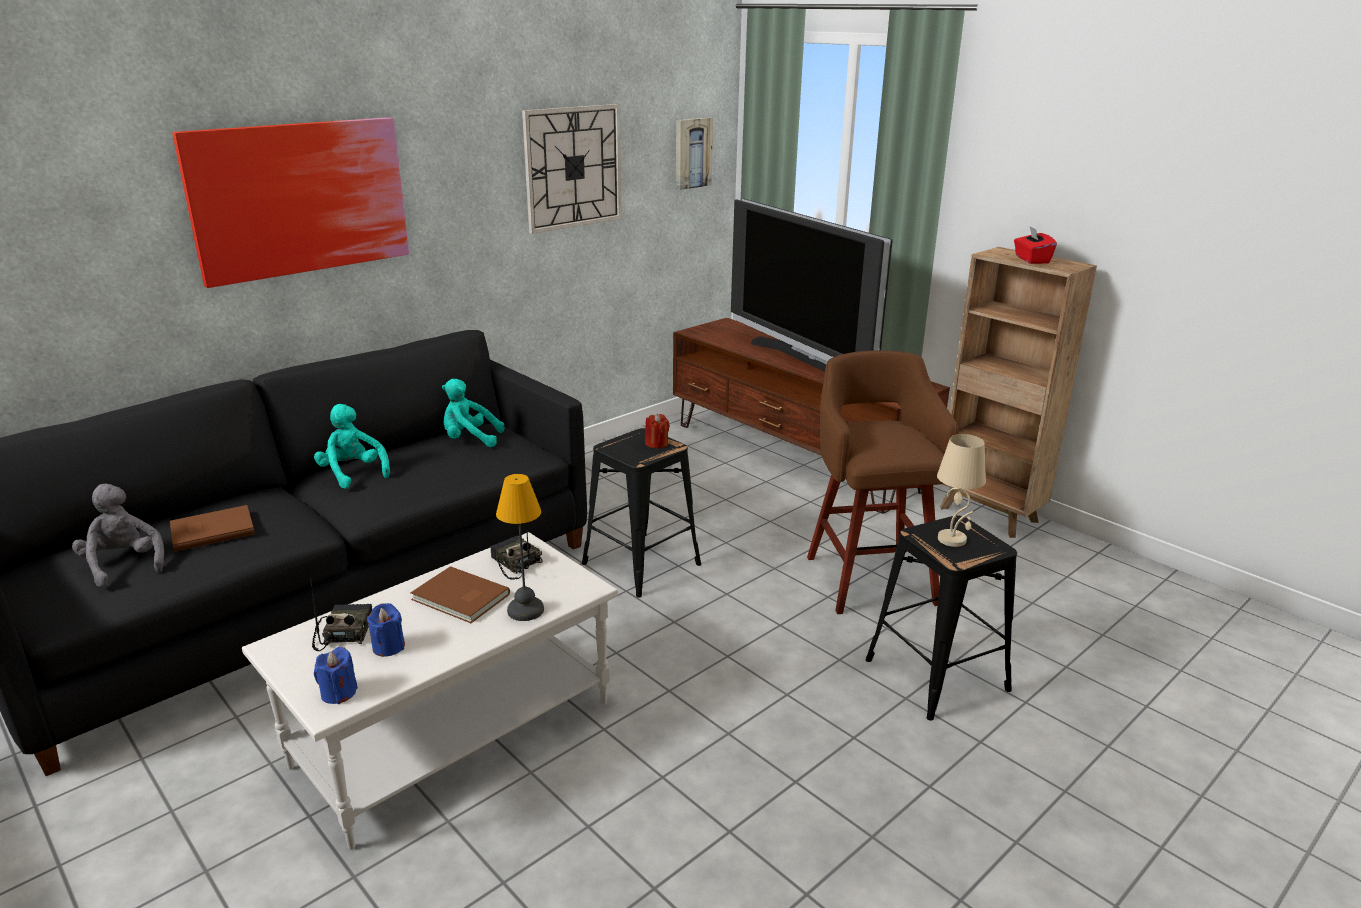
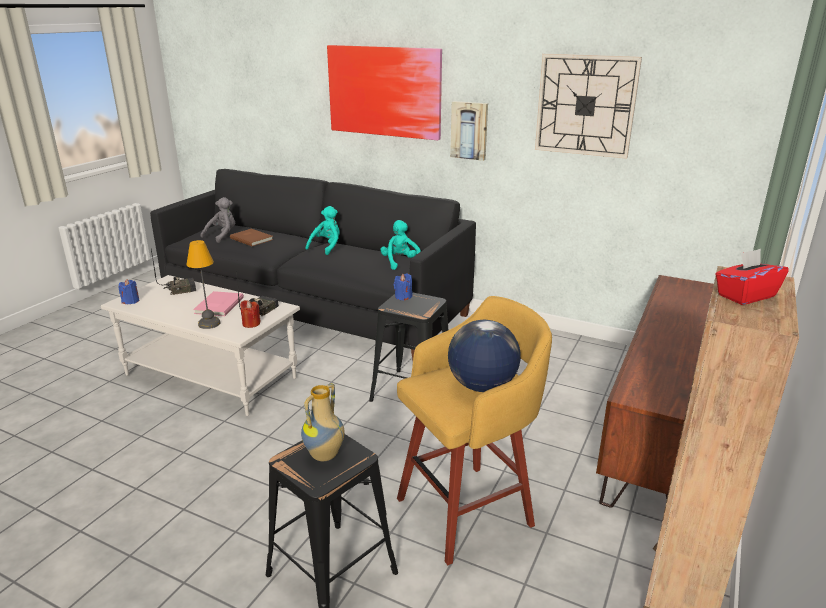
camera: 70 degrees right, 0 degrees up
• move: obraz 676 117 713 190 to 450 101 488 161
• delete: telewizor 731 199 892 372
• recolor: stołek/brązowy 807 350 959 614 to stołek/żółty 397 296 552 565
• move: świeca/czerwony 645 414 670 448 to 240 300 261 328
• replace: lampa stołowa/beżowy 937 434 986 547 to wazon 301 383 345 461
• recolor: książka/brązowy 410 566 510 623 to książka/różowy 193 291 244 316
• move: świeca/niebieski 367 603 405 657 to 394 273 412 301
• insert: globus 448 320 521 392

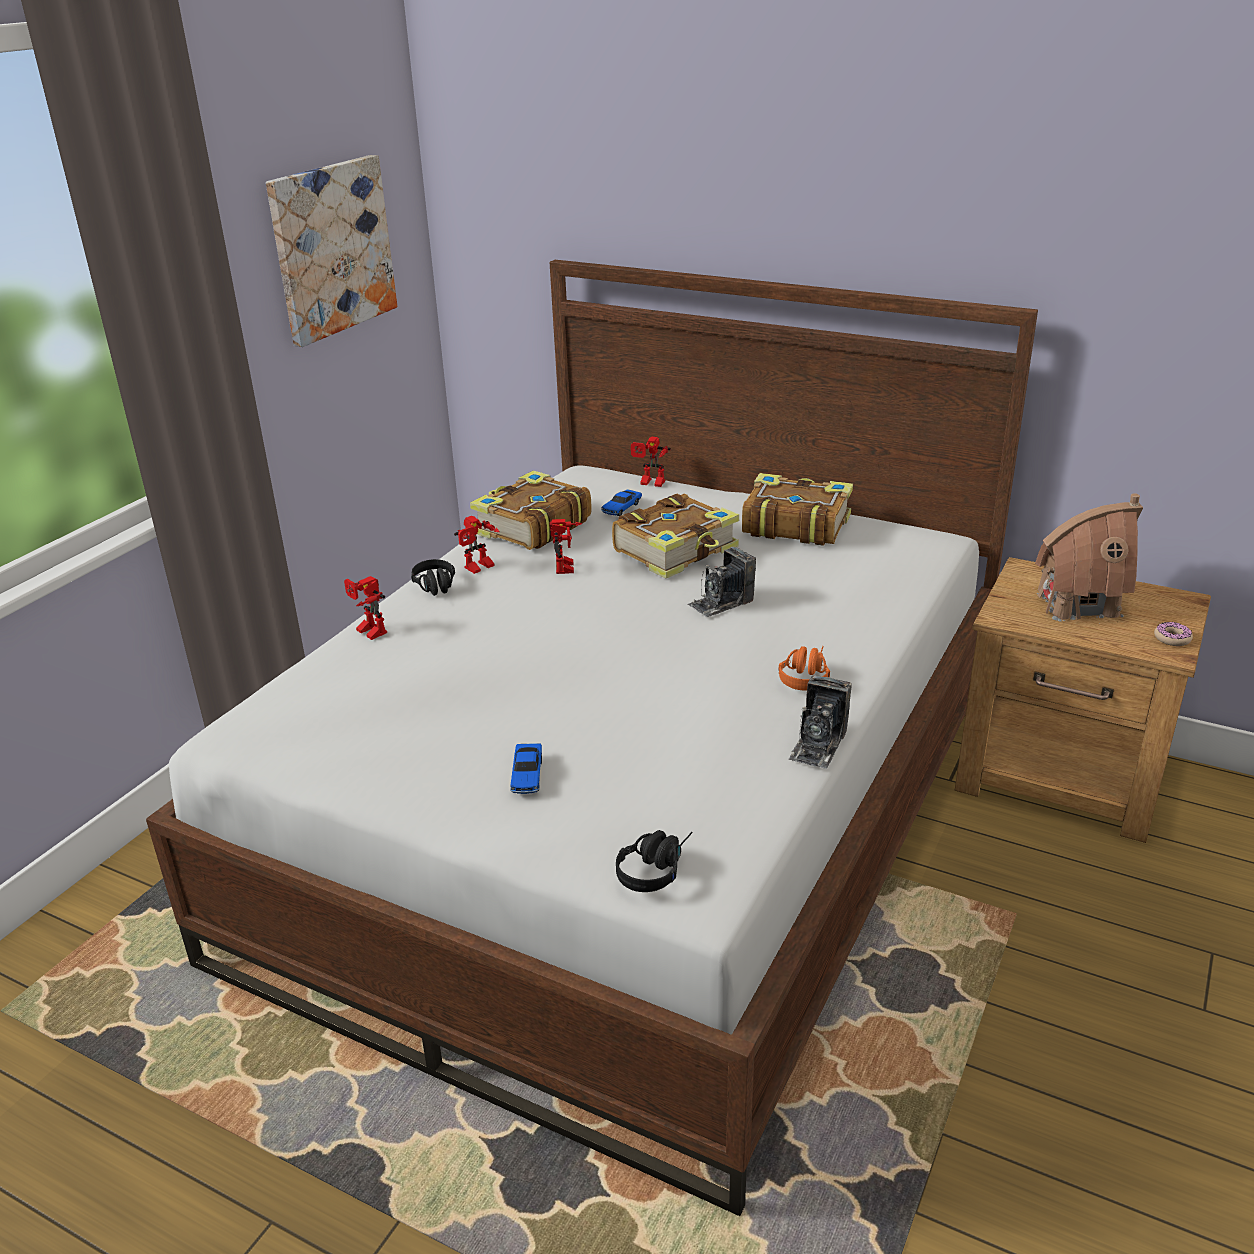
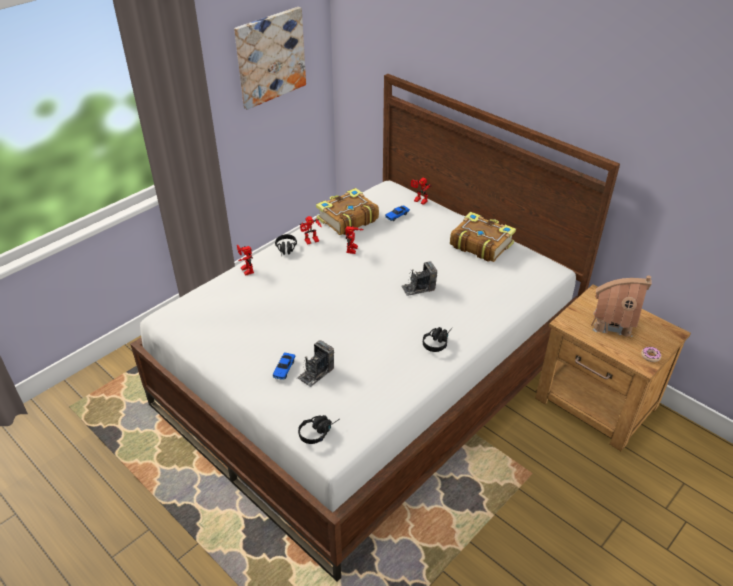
camera: 15 degrees right, 10 degrees up
• delete: książka 612 493 739 578
• recolor: słuchawki/pomarańczowy 779 646 830 690 to słuchawki/czarny 423 327 452 352
• move: aparat fotograficzny 788 675 852 769 to 297 340 334 387

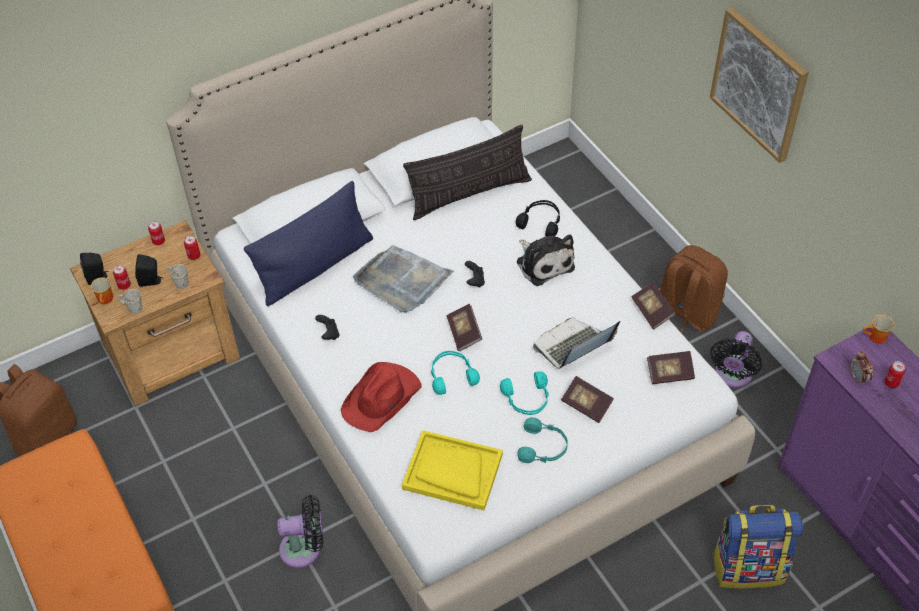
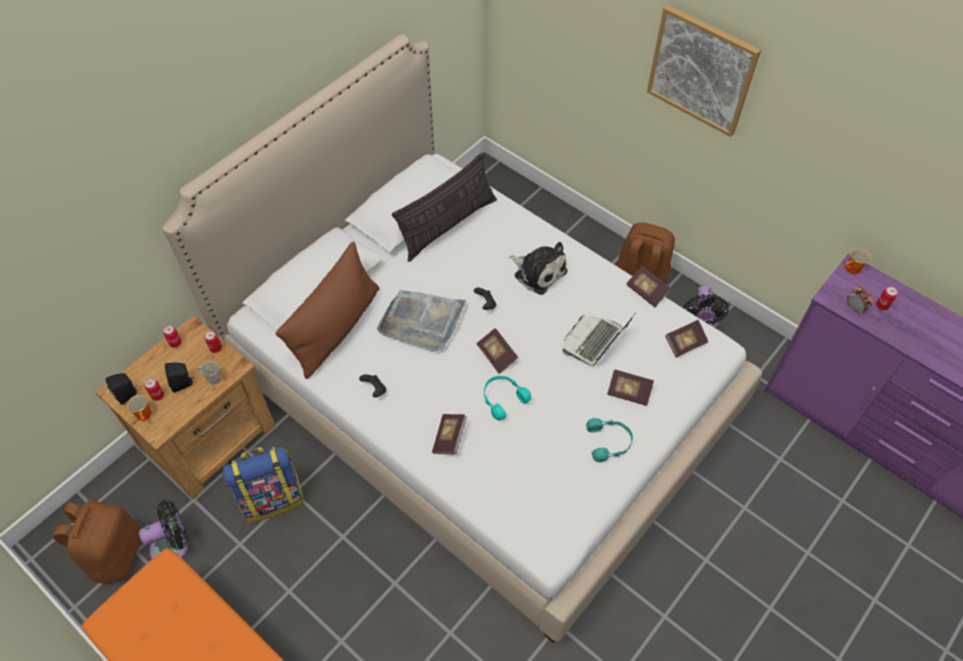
camera: 20 degrees left, 5 degrees up
• recolor: poduszka/niebieski 244 181 373 306 to poduszka/brązowy 276 241 380 379
• delete: słuchawki/czarny 516 200 560 236
• delete: kubek/biały 117 289 142 314
• replace: kapelusz/czerwony 341 362 422 432 to książka 432 414 467 454
• delete: słuchawki/turkusowy 500 371 549 415
• delete: taca/żółty 402 430 503 510
• move: wentylator/czarny 277 495 323 568 to 139 500 188 559
• move: plecak 712 505 803 589 to 223 447 304 523

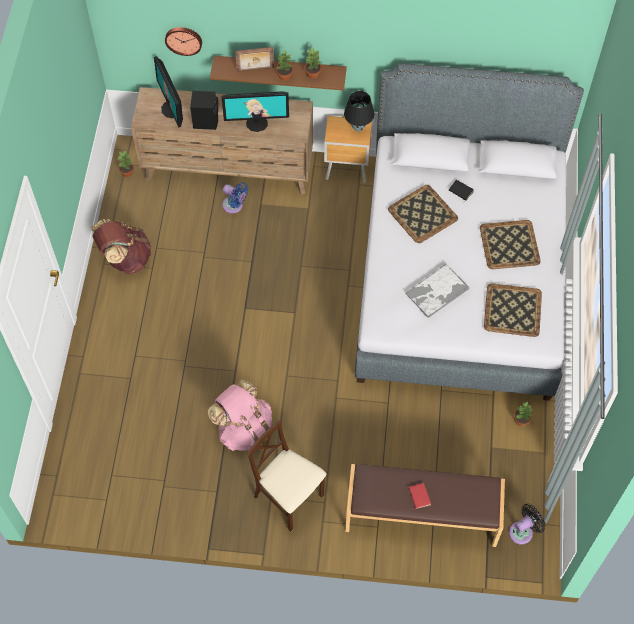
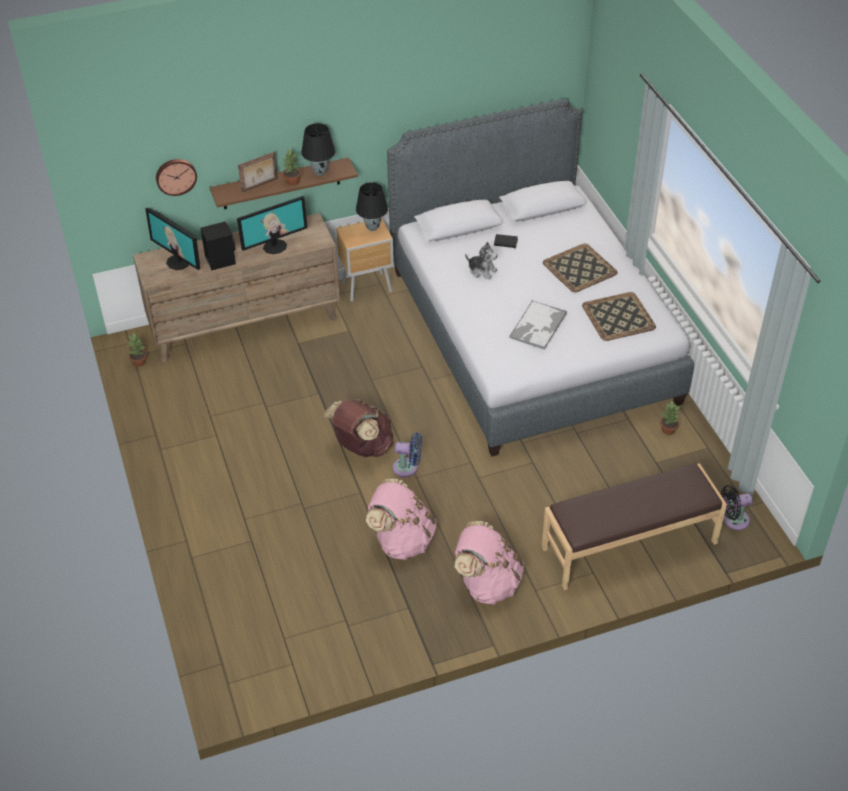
camera: 25 degrees left, 15 degrees down
• replace: roślina doniczkowa 304 48 322 79 to lampa stołowa/czarny 301 123 335 176
• move: wentylator/niebieski 222 182 248 214 to 393 432 422 477
• replace: taca 388 185 458 243 to pluszak 465 242 497 279
• move: plecak/brązowy 91 219 151 274 to 324 399 394 457
• replace: krzesło/beżowy 247 419 327 532 to plecak/różowy 455 521 524 605
• delete: książka/czerwony 409 483 431 509
• rotate: wentylator/czarny 509 504 545 545 = 721 485 753 530 135 degrees counterclockwise

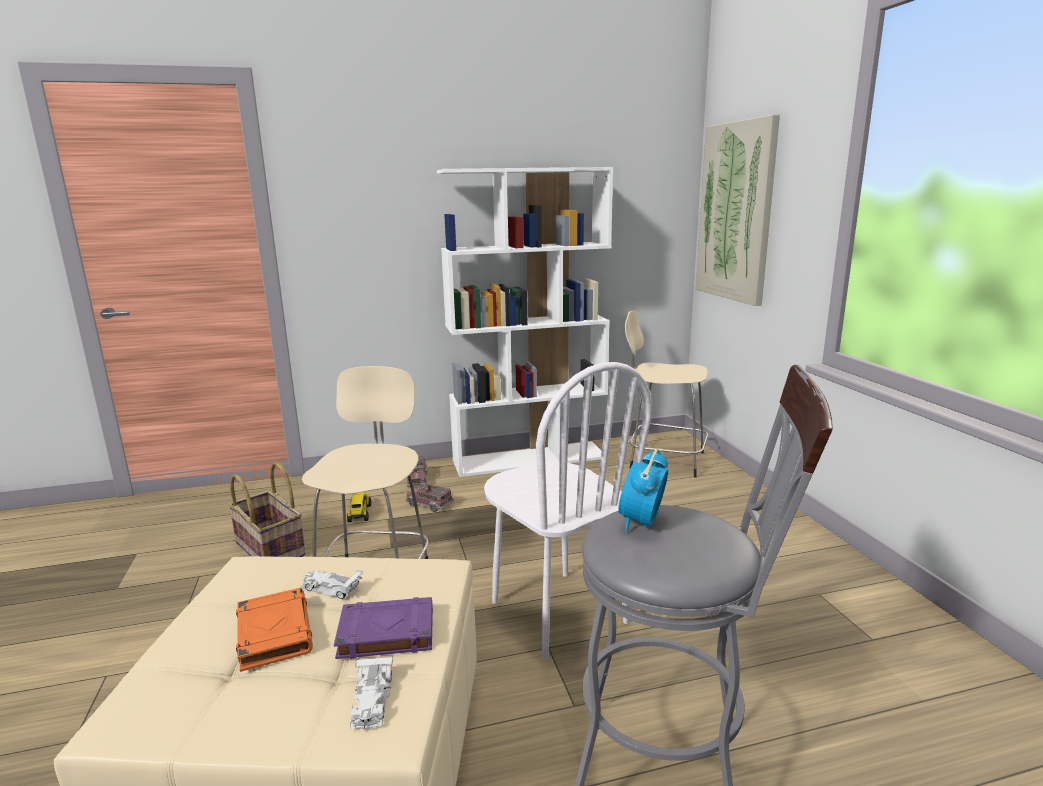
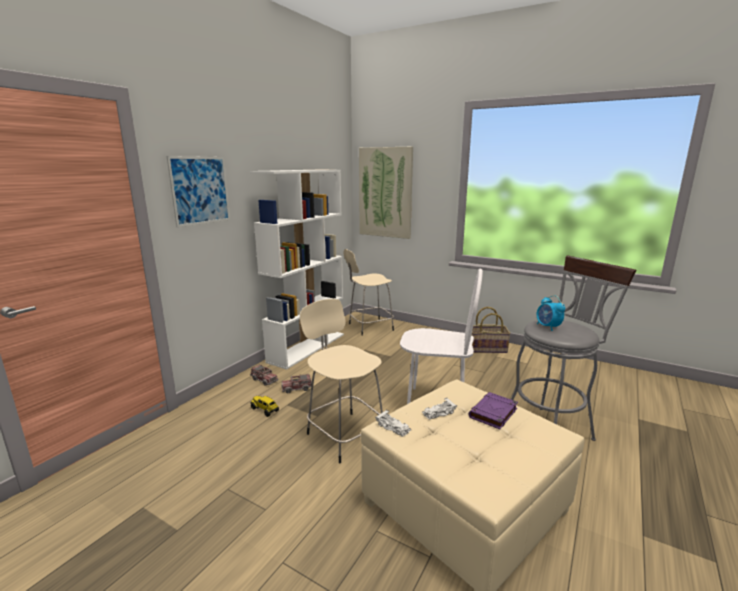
camera: 45 degrees left, 0 degrees up
• move: koszyk 228 462 306 557 to 472 307 511 353
• delete: książka/pomarańczowy 236 588 313 672
• move: samochodzik/biały 350 657 393 729 to 375 410 411 437
• insert: obraz 167 156 230 227

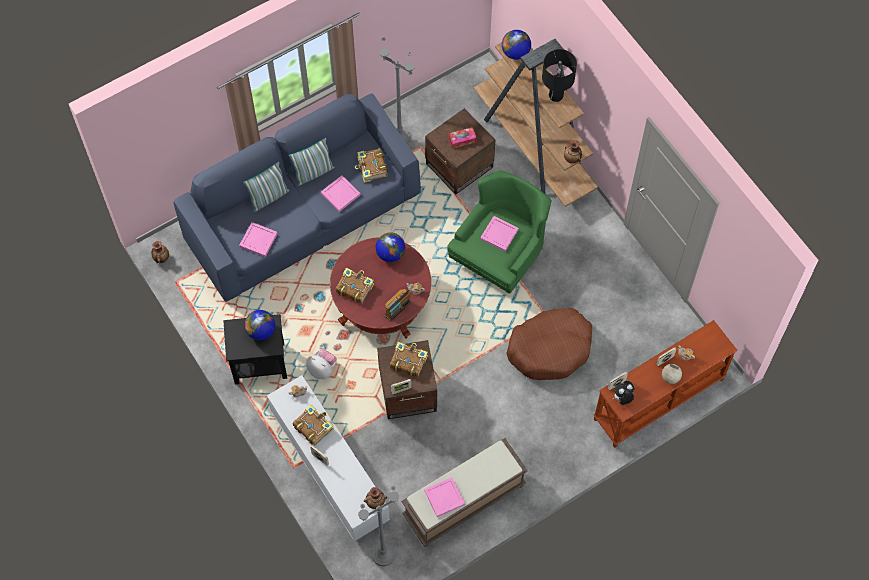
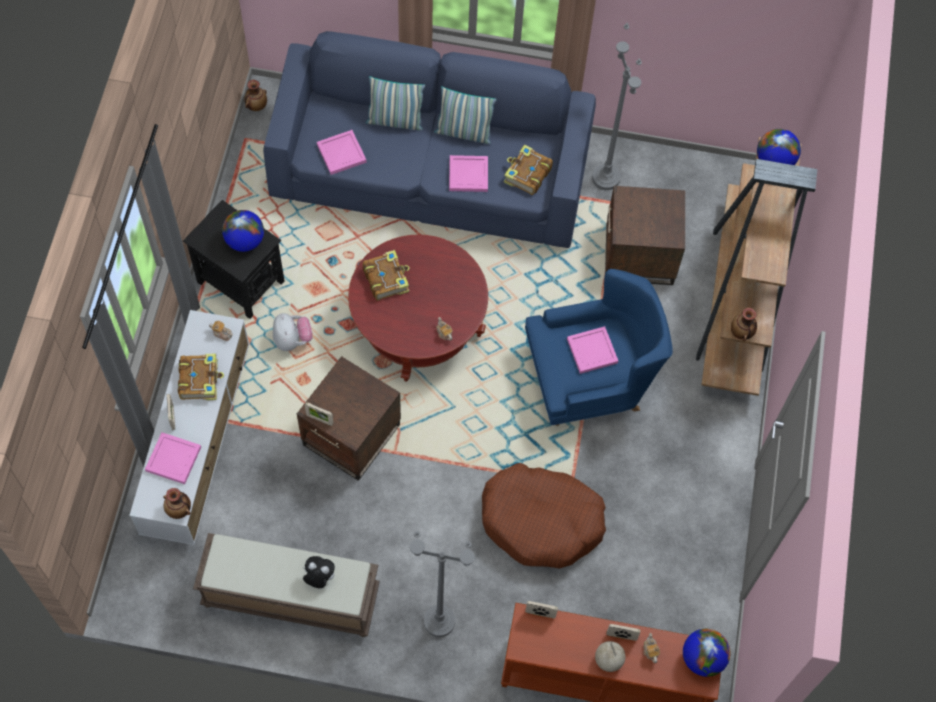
camera: 40 degrees right, 0 degrees up
• delete: lampa stołowa/czarny 542 49 577 102
• delete: pudełko chusteczek 449 127 477 148
• recolor: fotel/zielony 447 171 551 293 to fotel/niebieski 525 269 673 426
• move: globus 376 232 405 262 to 683 629 731 677
• delete: radio 384 289 412 321
• delete: książka 390 342 428 377
• move: pluszak 613 381 634 405 to 302 556 335 588
• move: taca/różowy 424 477 465 517 to 145 432 201 484
• move: lampa stojąca/szary 358 486 399 566 to 410 531 475 637

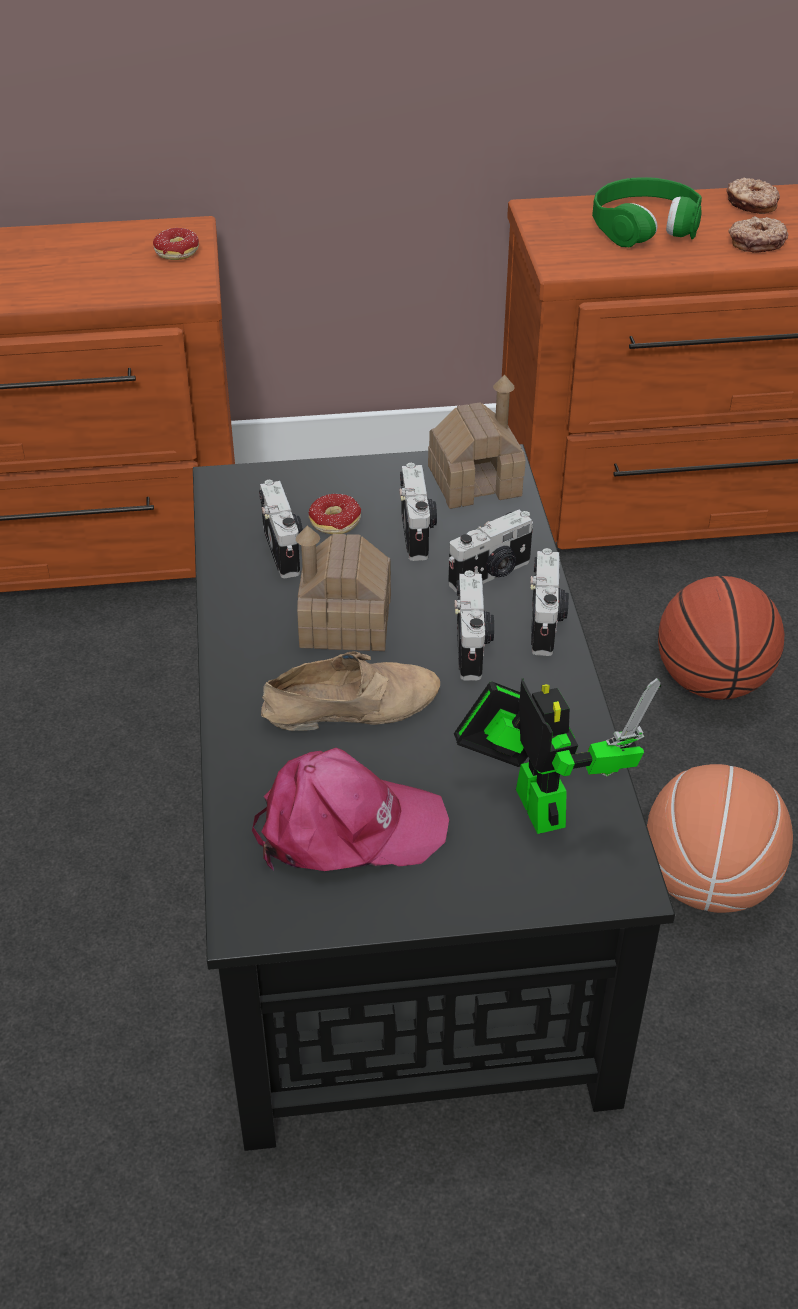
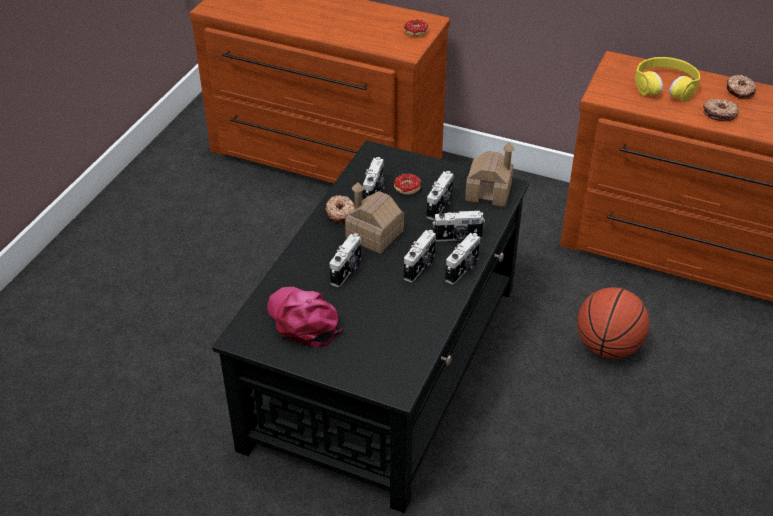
camera: 30 degrees right, 0 degrees up
• recolor: słuchawki/zielony 592 177 702 247 to słuchawki/żółty 635 57 700 102
• replace: but/beżowy 261 651 440 731 to aparat fotograficzny 330 233 361 287
• delete: robot zabawkowy 454 678 661 834
• rotate: czapka z daszkiem/różowy 252 748 449 871 = 267 287 344 348 150 degrees counterclockwise
• delete: piłka do koszykówki 647 764 793 913
• insert: donut 325 195 355 223

